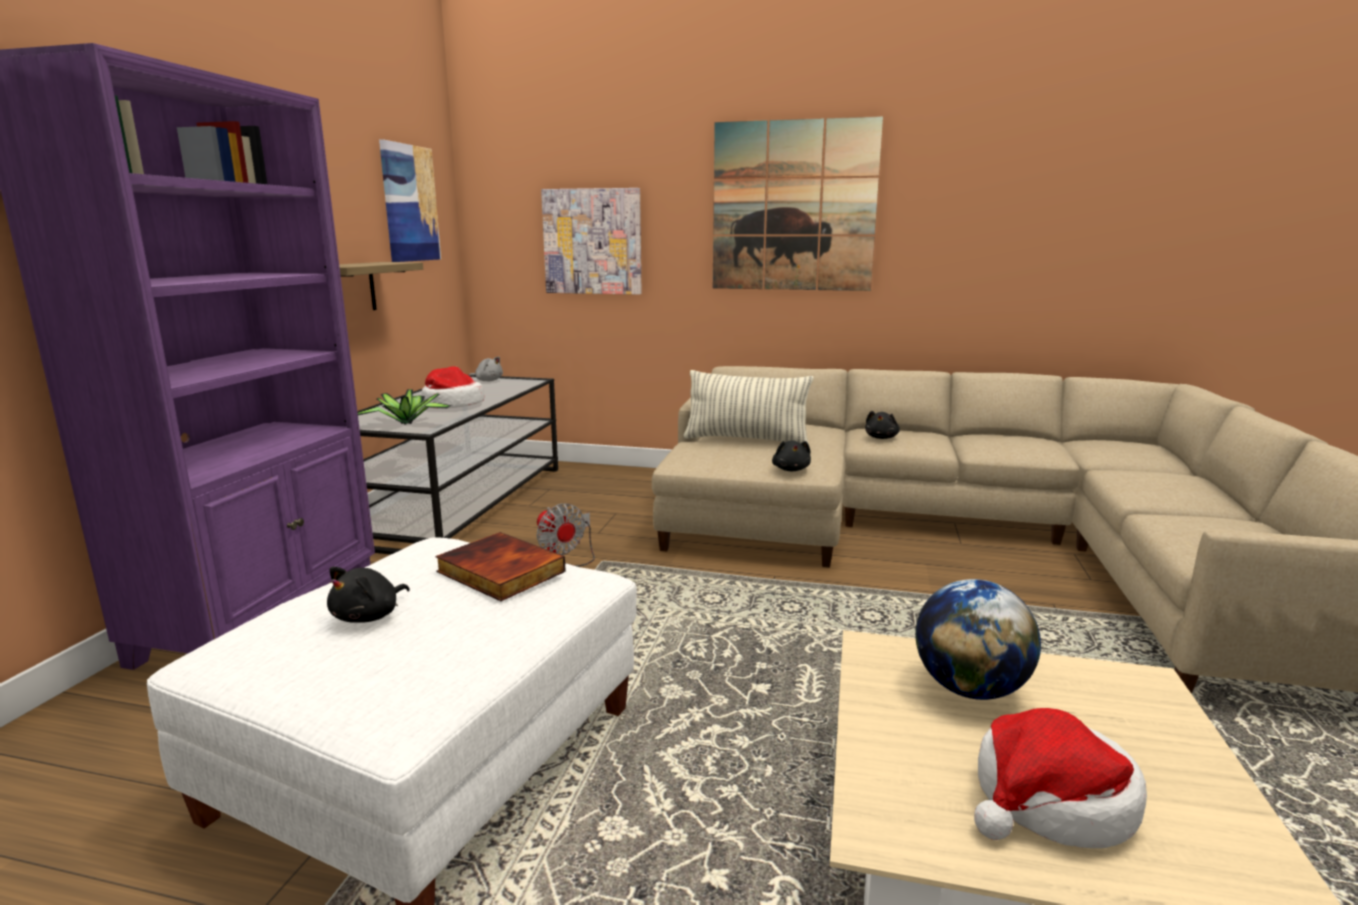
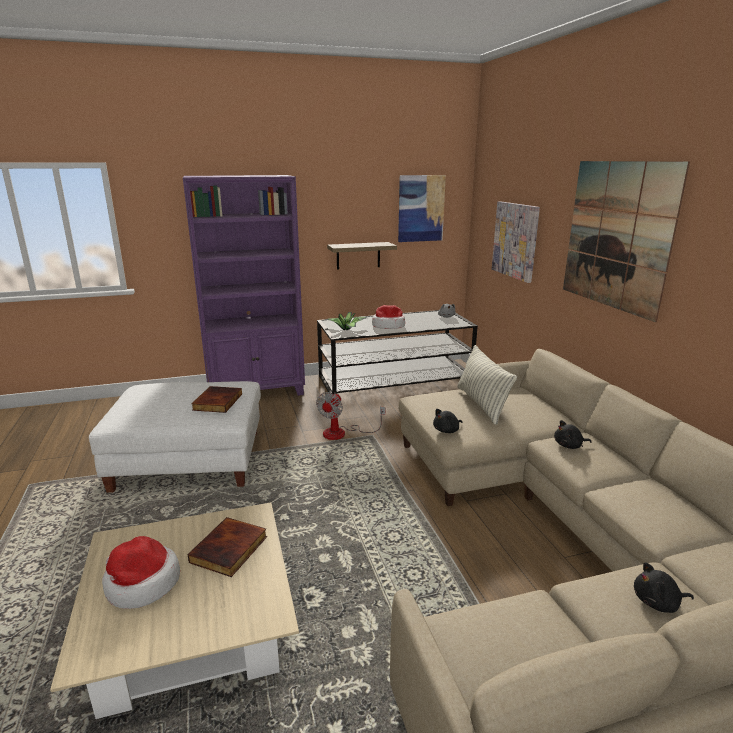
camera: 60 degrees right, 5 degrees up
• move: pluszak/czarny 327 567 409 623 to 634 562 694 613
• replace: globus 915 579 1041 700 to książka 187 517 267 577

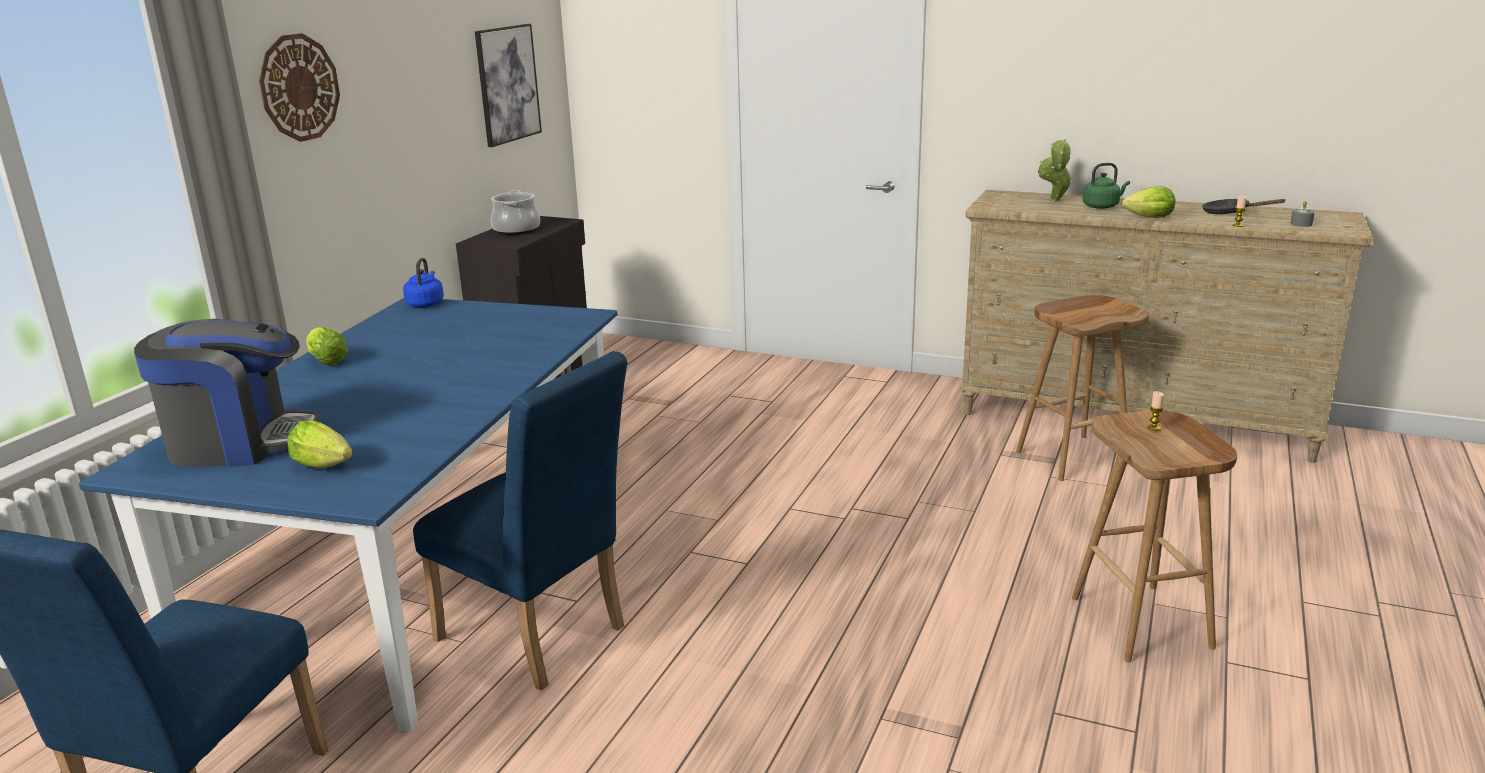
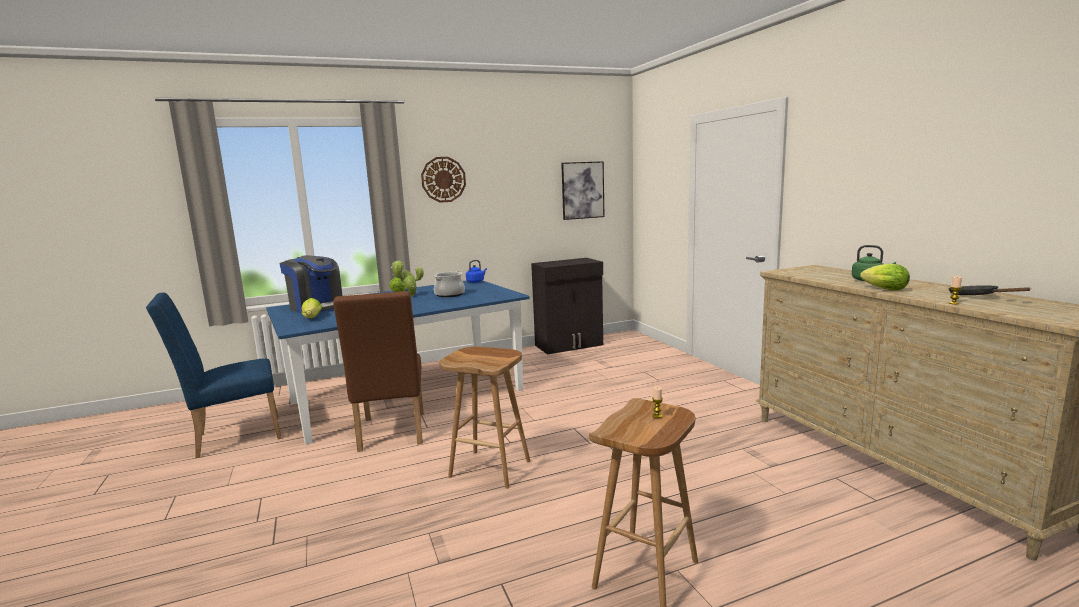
camera: 45 degrees right, 10 degrees down
• move: roślina doniczkowa 1038 139 1073 202 to 391 260 424 297
• move: garnek 491 190 540 235 to 432 271 465 297
• delete: świeca/szary 1290 201 1315 227
• move: stołek/brązowy 1016 295 1149 481 to 439 347 531 489
• recolor: krzesło/niebieski 413 351 628 690 to krzesło/brązowy 333 291 424 452

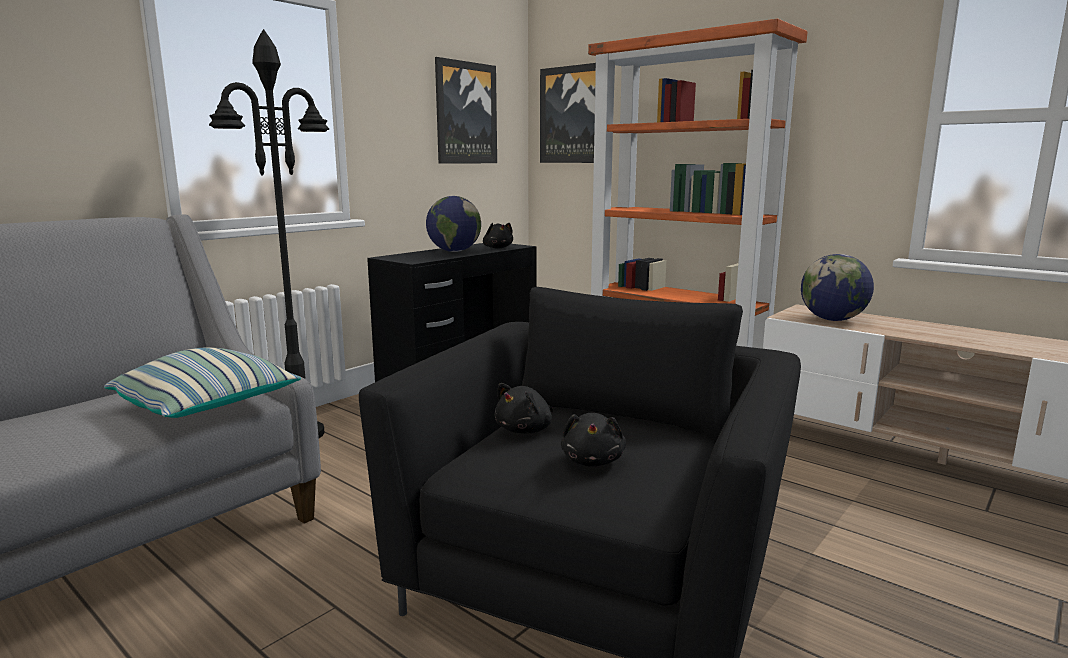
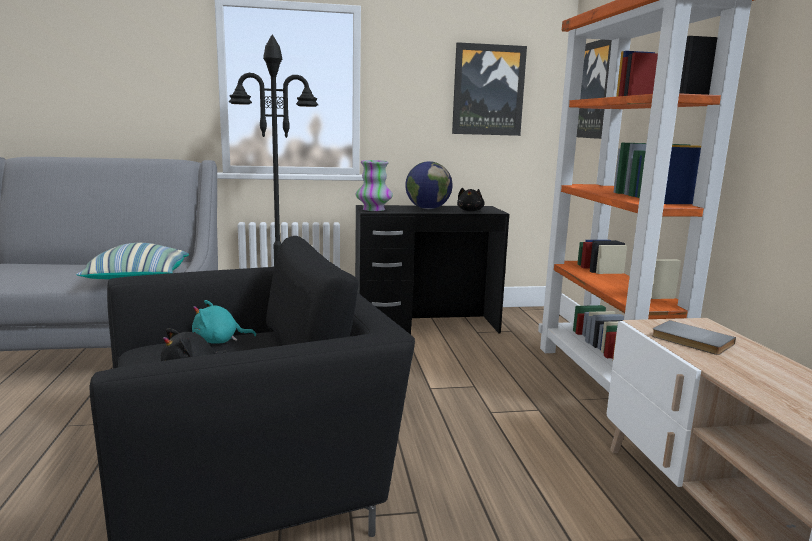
camera: 40 degrees right, 0 degrees up
• replace: globus 801 254 874 321 to książka/szary 652 320 736 355
• recolor: pluszak/czarny 495 383 553 434 to pluszak/turkusowy 192 300 256 344
• insert: wazon 355 160 393 211

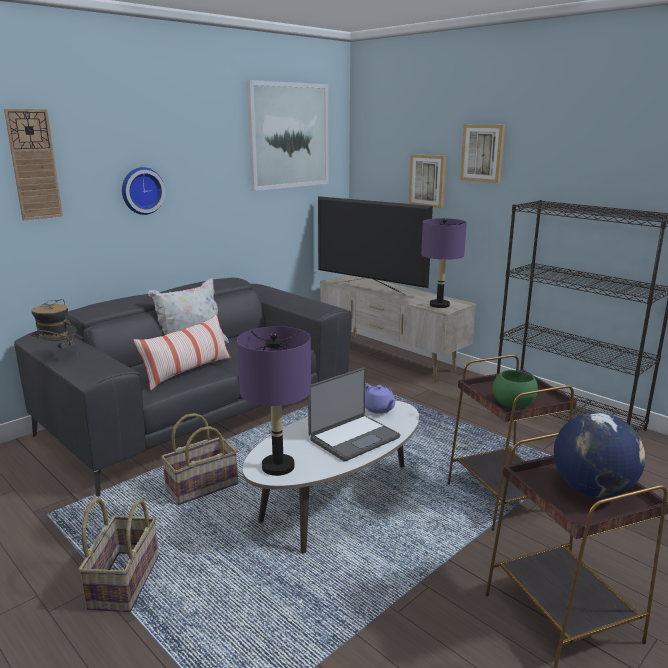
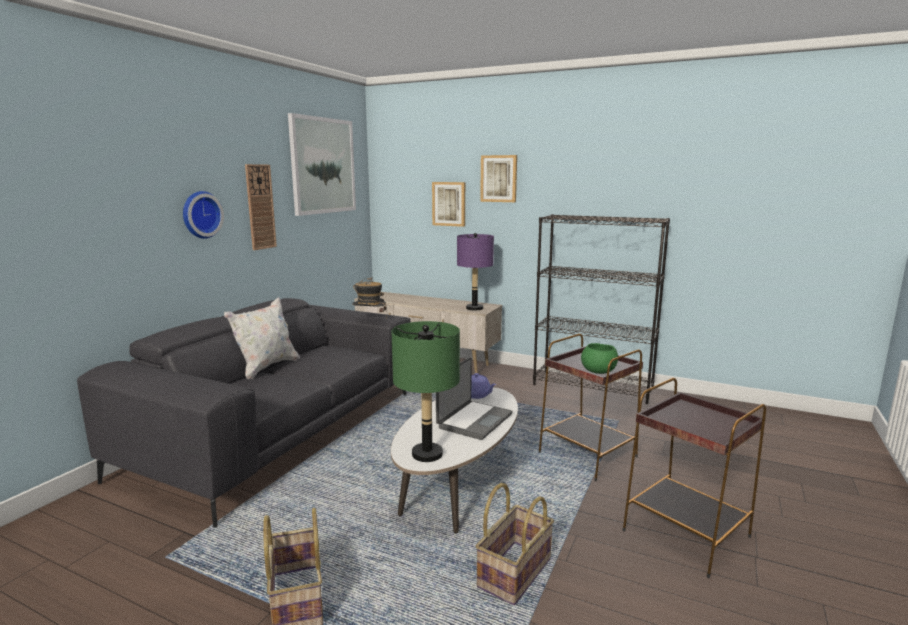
camera: 20 degrees left, 5 degrees down
• move: zegar ścienny 4 109 63 220 to 245 164 277 250
• delete: telewizor 318 196 433 294
• move: kapelusz 29 299 78 356 to 352 277 387 318
• delete: poduszka 133 314 231 391
• recolor: lampa stołowa/fioletowy 237 326 311 476 to lampa stołowa/zielony 392 321 460 462
• delete: globus 554 412 645 498
• move: koszyk 161 413 238 505 to 476 483 554 605

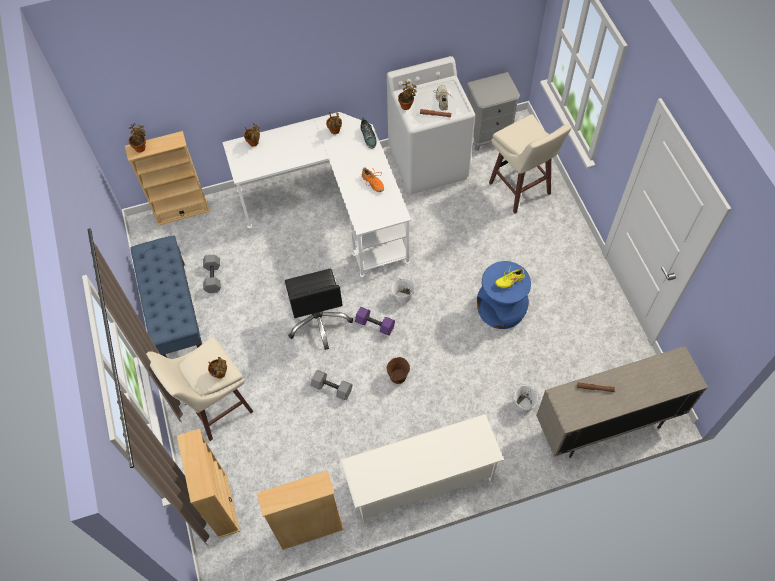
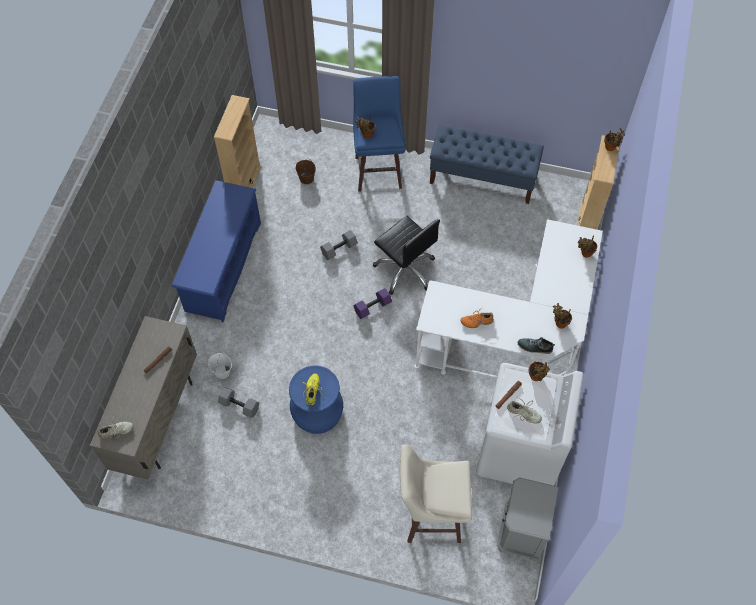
camera: 120 degrees right, 0 degrees up
• move: hantel/szary 203 255 221 293 to 218 388 259 418
• rotate: krzesło biurowe/czarny 285 269 353 350 = 373 216 440 295 150 degrees counterclockwise
• delete: wiadro/biały 392 278 415 304
• recolor: stołek/beżowy 146 337 254 441 to stołek/niebieski 353 76 406 192
• move: wiadro/brązowy 387 357 410 384 to 295 160 316 184
• recolor: regał na buty/biały 341 414 504 524 to regał na buty/niebieski 172 180 261 322
• delete: regał/beżowy 177 429 240 538
• insert: but/beżowy 98 416 134 440

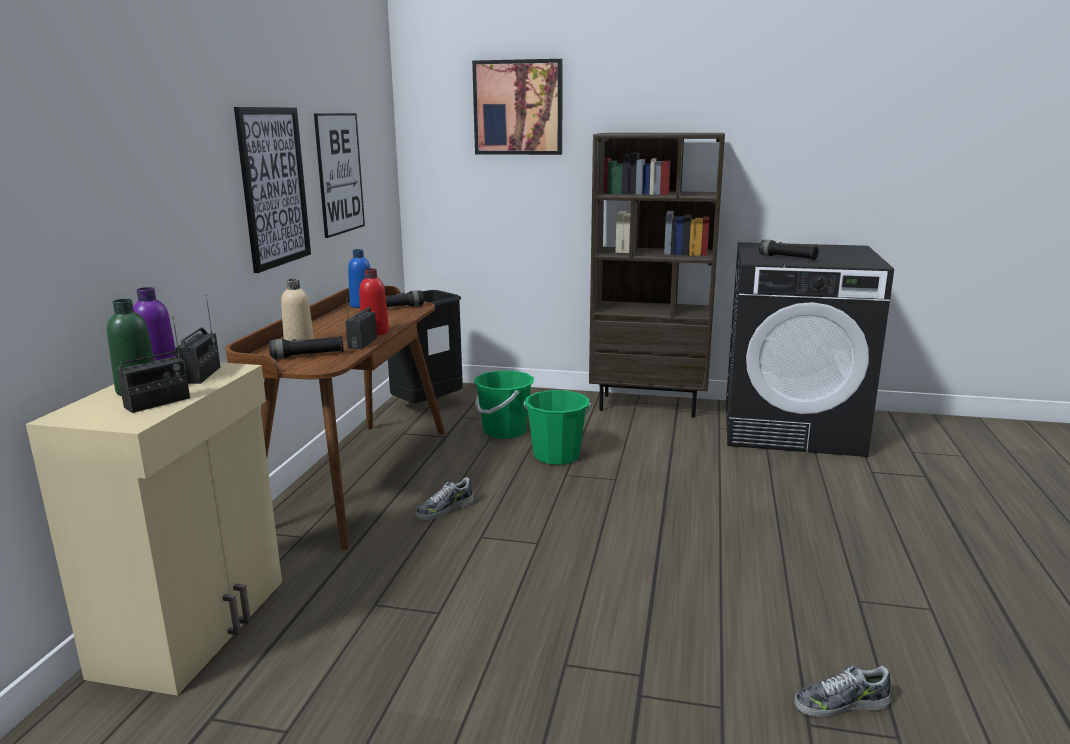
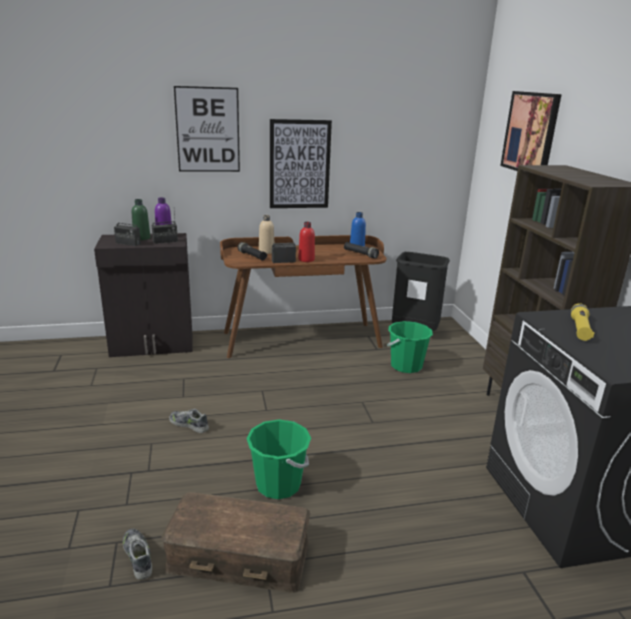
camera: 65 degrees right, 5 degrees up
• move: obraz 314 113 365 238 to 174 86 240 172
• recolor: latarka/czarny 759 240 819 260 to latarka/żółty 571 303 594 341
• recolor: szafka/beżowy 26 362 282 696 to szafka/czarny 94 233 192 357
• move: wiadro/zielony 524 390 591 465 to 246 419 311 499
• move: but 416 477 474 520 to 169 409 209 433
• insert: pojemnik do przechowywania/brązowy 161 492 310 593

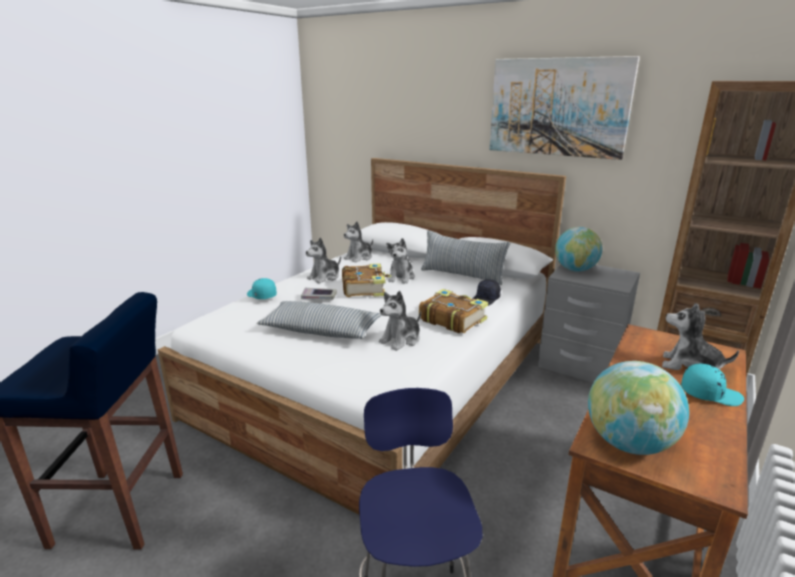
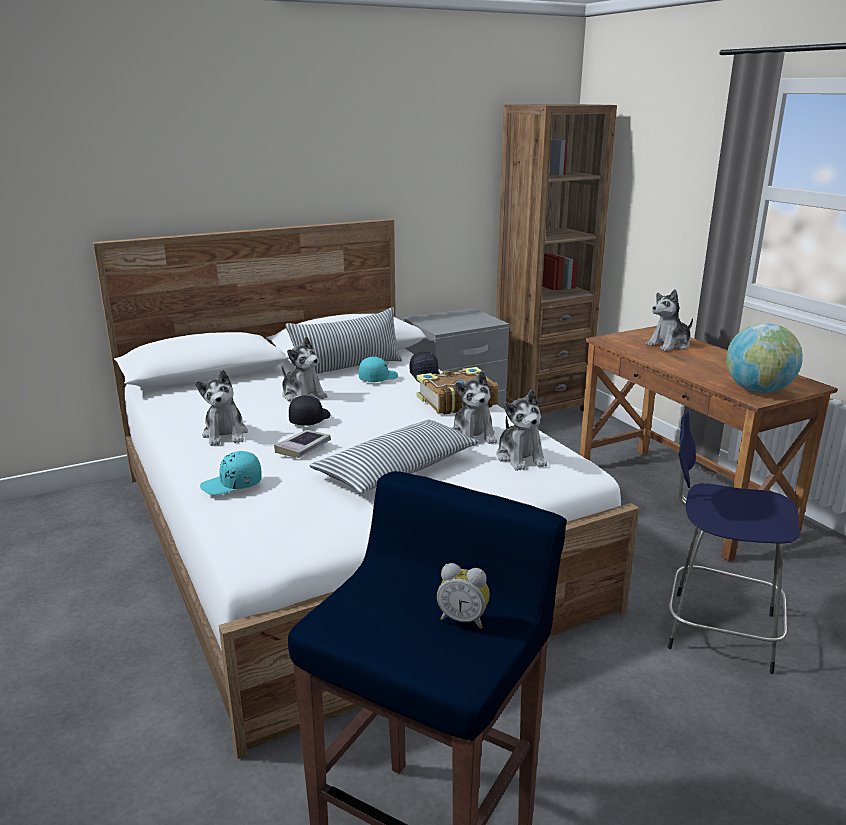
camera: 60 degrees left, 0 degrees up
• delete: obraz 489 56 640 160
• move: pluszak 344 221 373 263 to 497 390 547 471
• delete: globus 555 227 603 272
• replace: książka 342 263 391 297 to czapka z daszkiem/czarny 289 395 330 426
• move: czapka z daszkiem/turkusowy 681 364 744 406 to 359 357 398 382
• insert: budzik 437 563 490 629

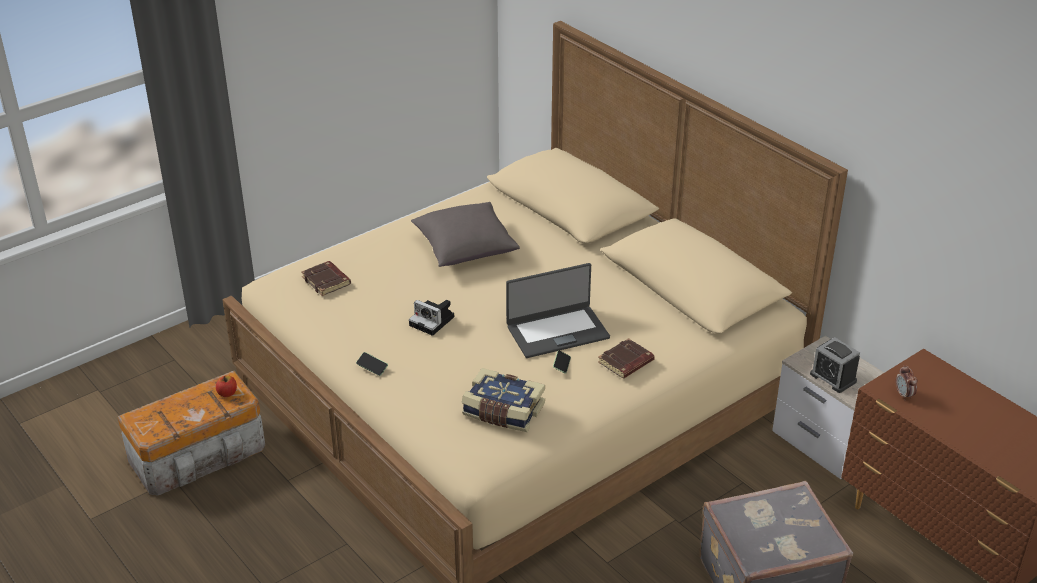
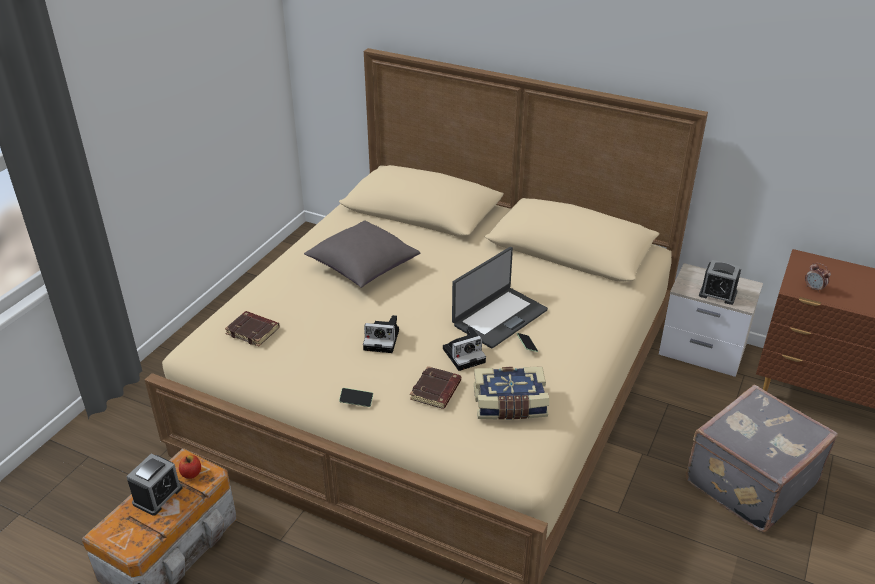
camera: 25 degrees left, 0 degrees up
• move: książka/brązowy 598 338 655 378 to 410 366 461 409
• insert: aparat fotograficzny 443 326 486 371
• insert: budzik 126 453 182 516

